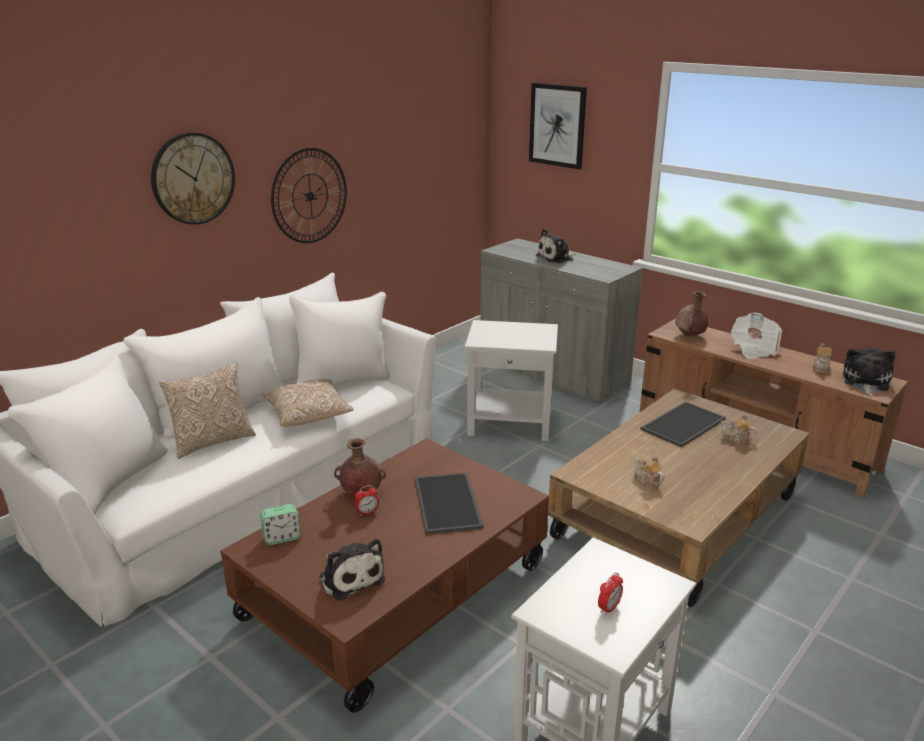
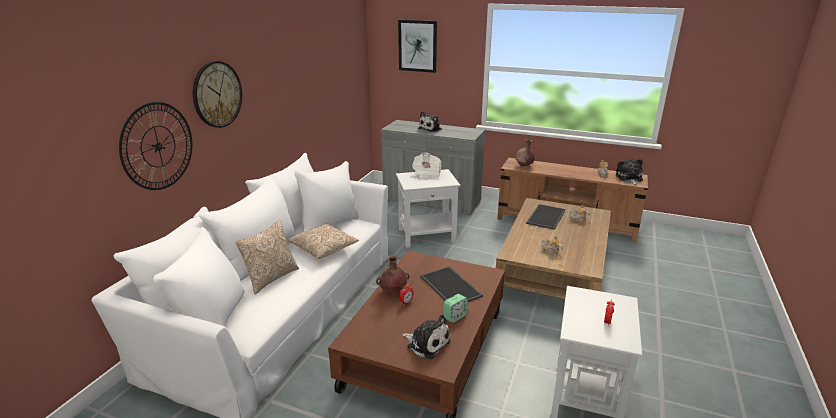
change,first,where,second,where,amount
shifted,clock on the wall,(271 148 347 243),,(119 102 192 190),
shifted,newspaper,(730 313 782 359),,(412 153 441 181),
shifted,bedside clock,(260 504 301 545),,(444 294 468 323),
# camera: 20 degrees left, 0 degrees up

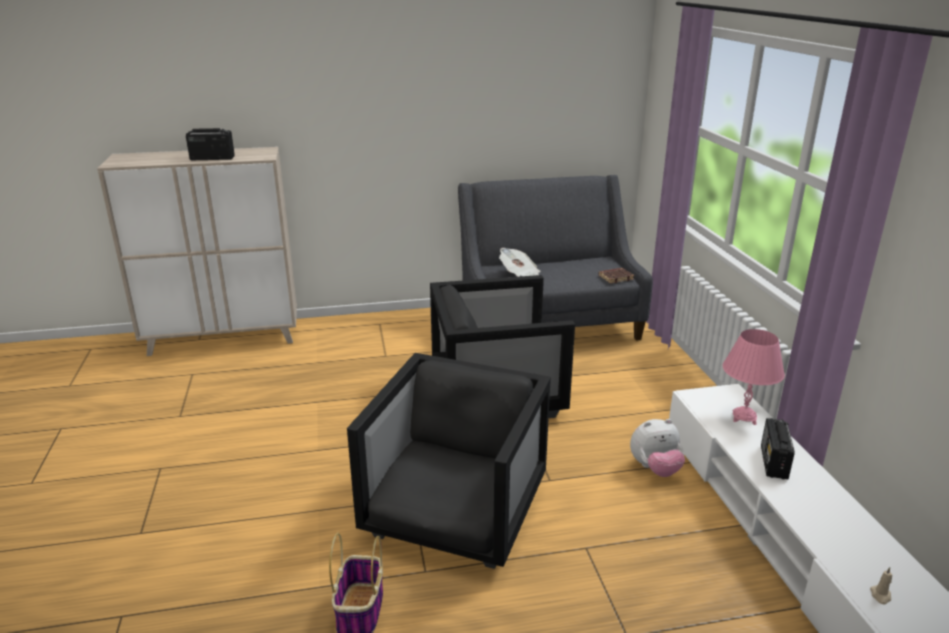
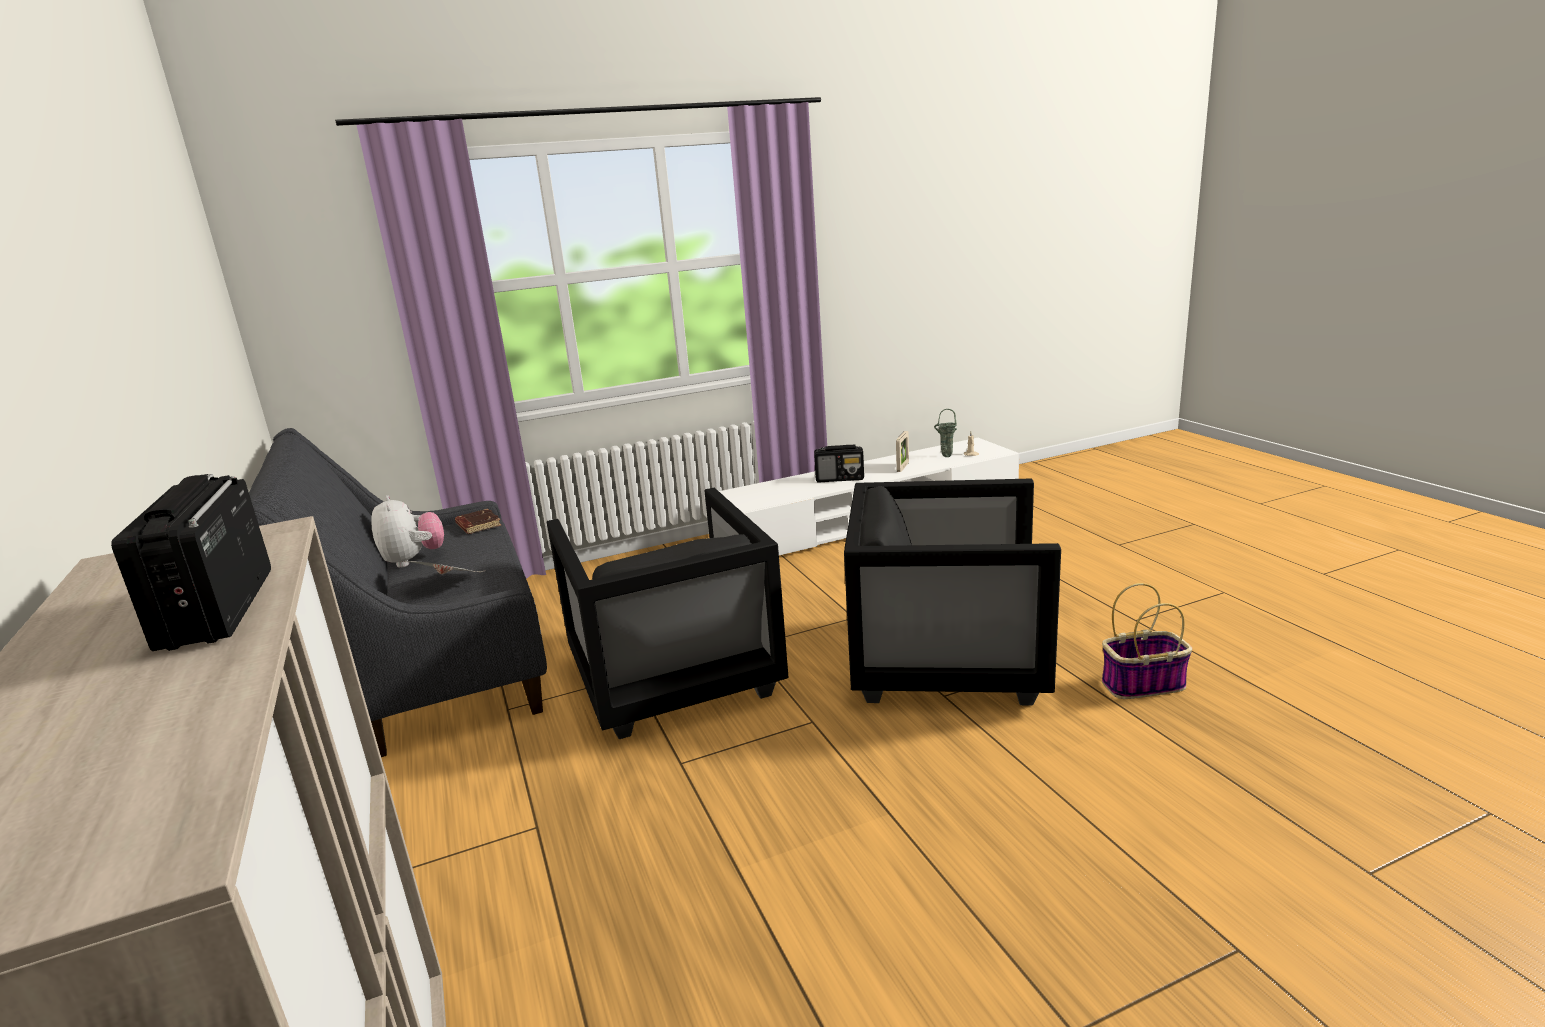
change,first,where,second,where,amount
shifted,cuddly toy,(630 419 685 477),,(372 495 444 568),
new,,,picture frame,(896 431 909 472),
new,,,green vase,(934 409 957 457),
gone,pink lamp for a table,(723 329 785 425),,,
# camera: 100 degrees left, 5 degrees down

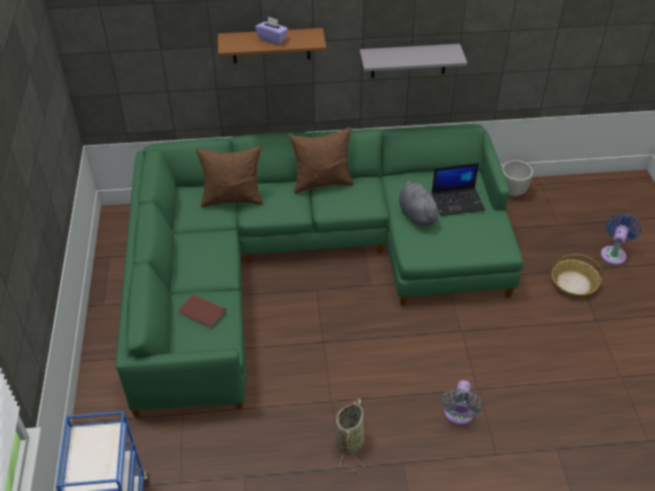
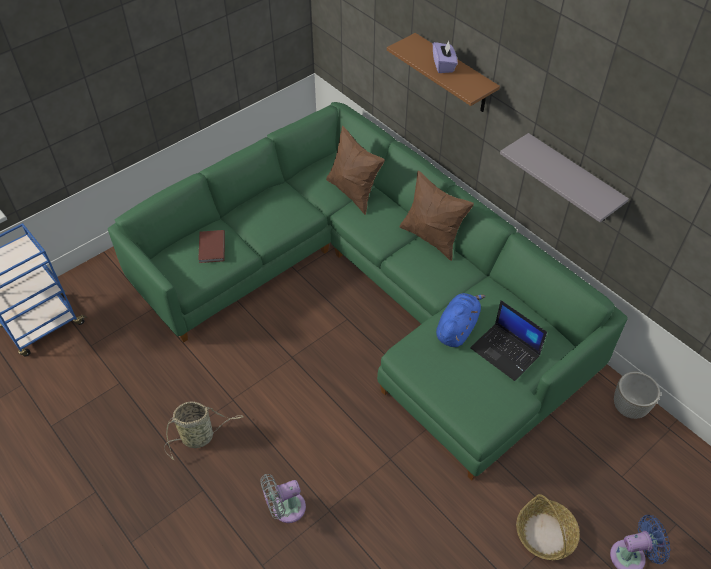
change,first,where,second,where,amount
repainted,grey cuddly toy,(399 181 442 227),blue-coloured cuddly toy,(436 293 485 347),
# camera: 55 degrees right, 5 degrees up

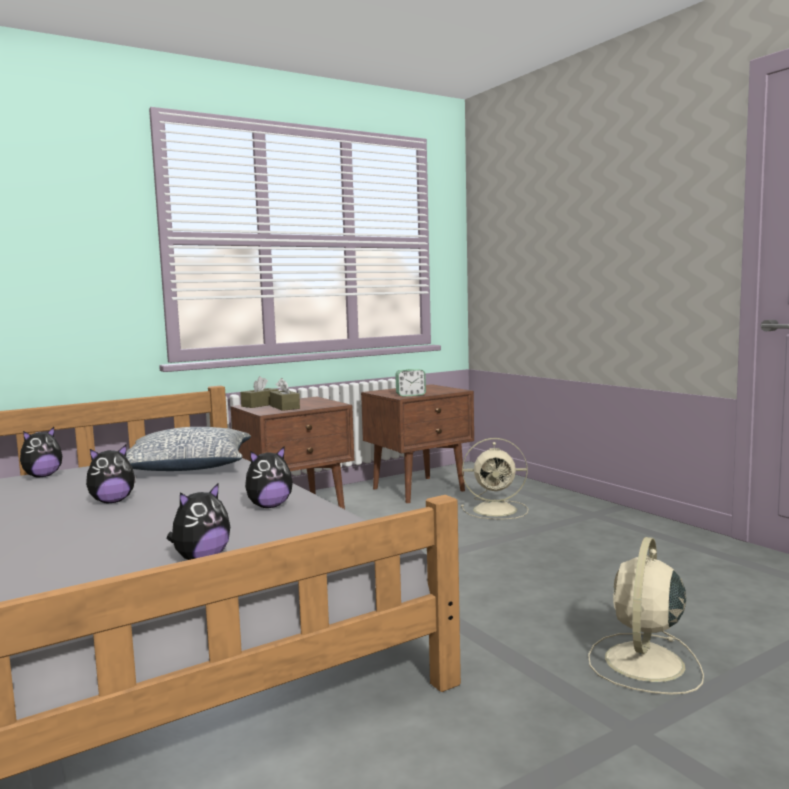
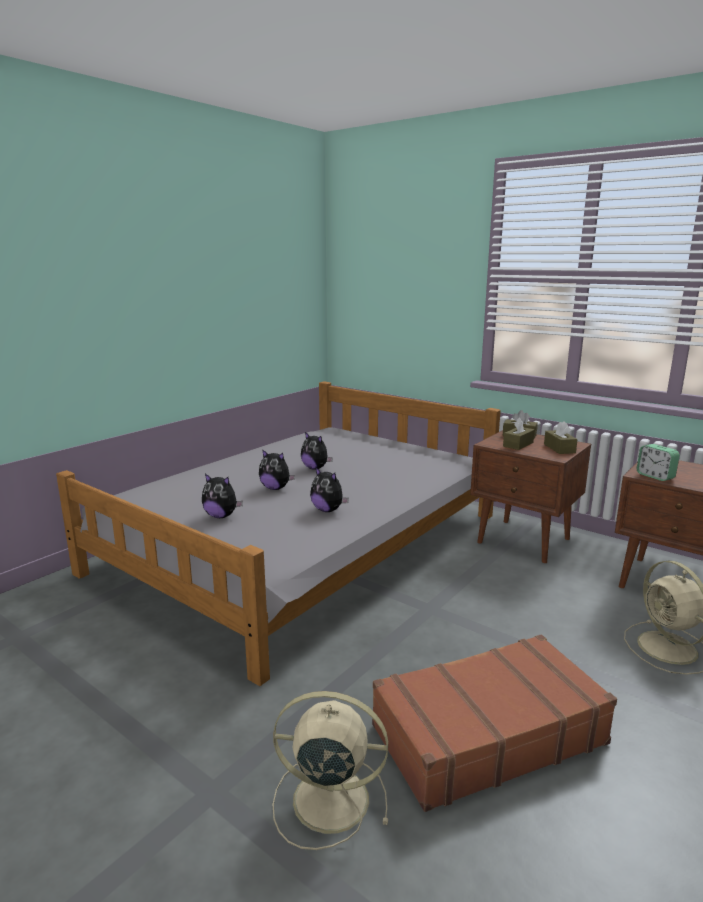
change,first,where,second,where,amount
shifted,cuddly toy,(20 427 62 477),,(259 449 295 490),
new,,,brown suitcase,(372 635 617 812),
new,,,brown tissue holder,(544 421 578 454),
gone,throw pillow,(126 427 251 471),,,
# camera: 70 degrees right, 10 degrees up

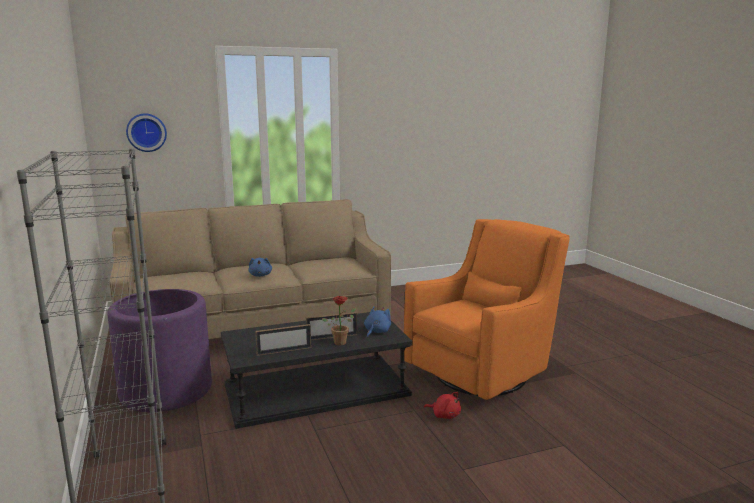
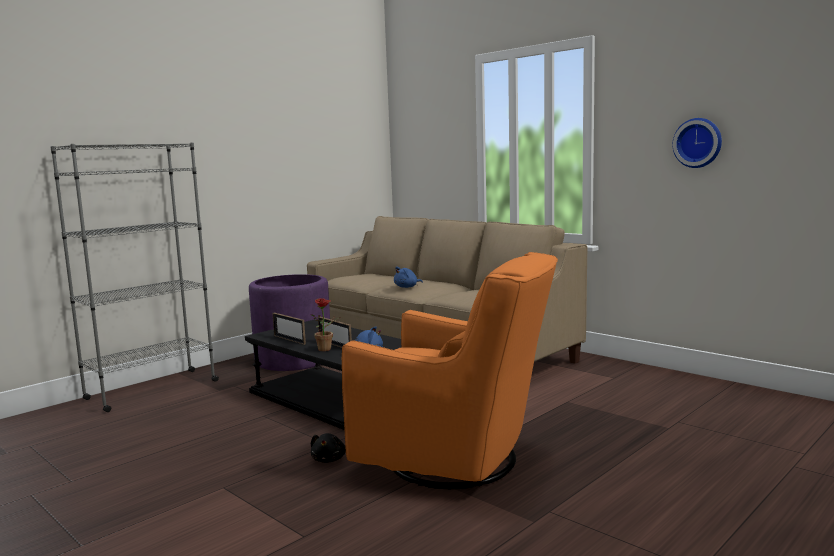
change,first,where,second,where,amount
repainted,reddish cuddly toy,(424 392 461 419),blackish cuddly toy,(311 433 346 463),
shifted,clock on the wall,(126 113 167 152),,(672 118 722 168),
# camera: 65 degrees right, 5 degrees down

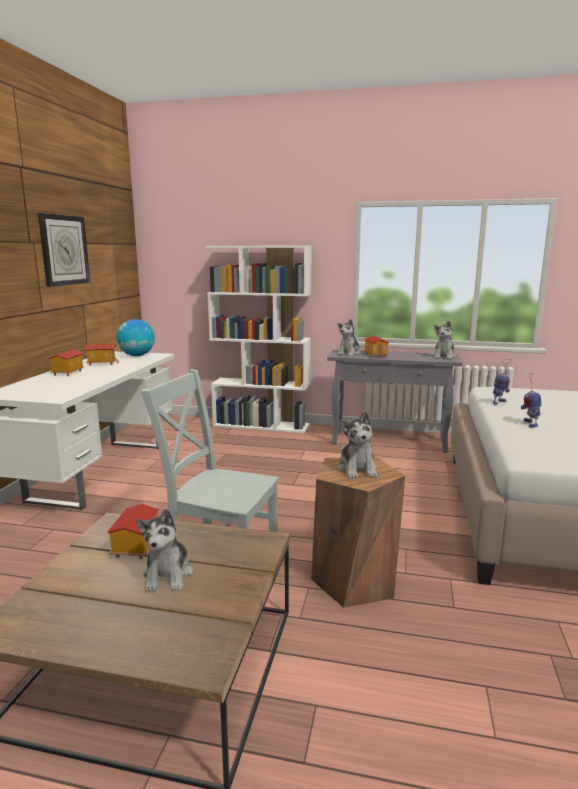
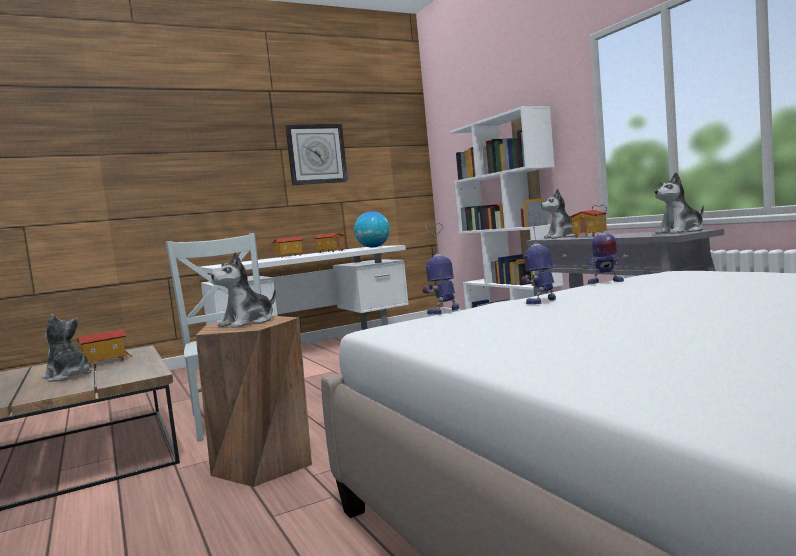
change,first,where,second,where,amount
rotated,cuddly toy,(136 509 193 592),,(43 314 92 382),75 degrees clockwise
new,,,robot figure,(423 223 459 314),
# camera: 50 degrees right, 10 degrees down

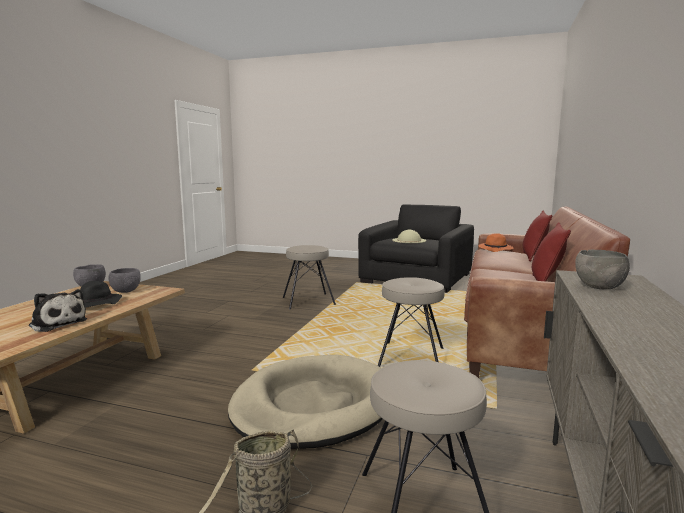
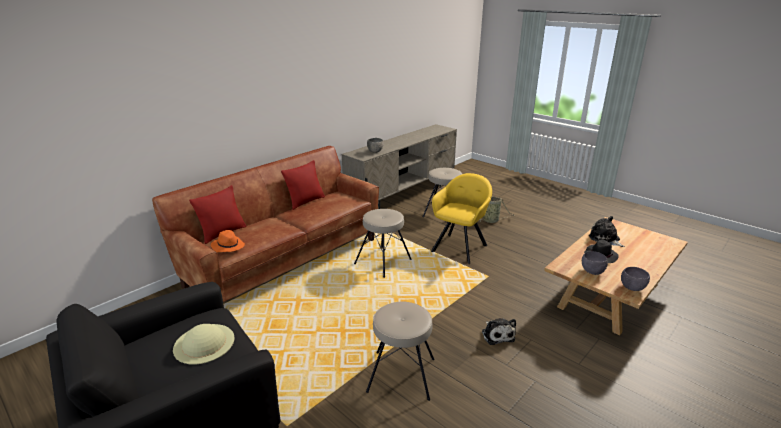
change,first,where,second,where,amount
swapped,sand-coloured dog cushion,(228 355 382 449),yellow easy chair,(431 173 492 264),
new,,,cuddly toy,(482 318 516 345),
# camera: 155 degrees left, 15 degrees up

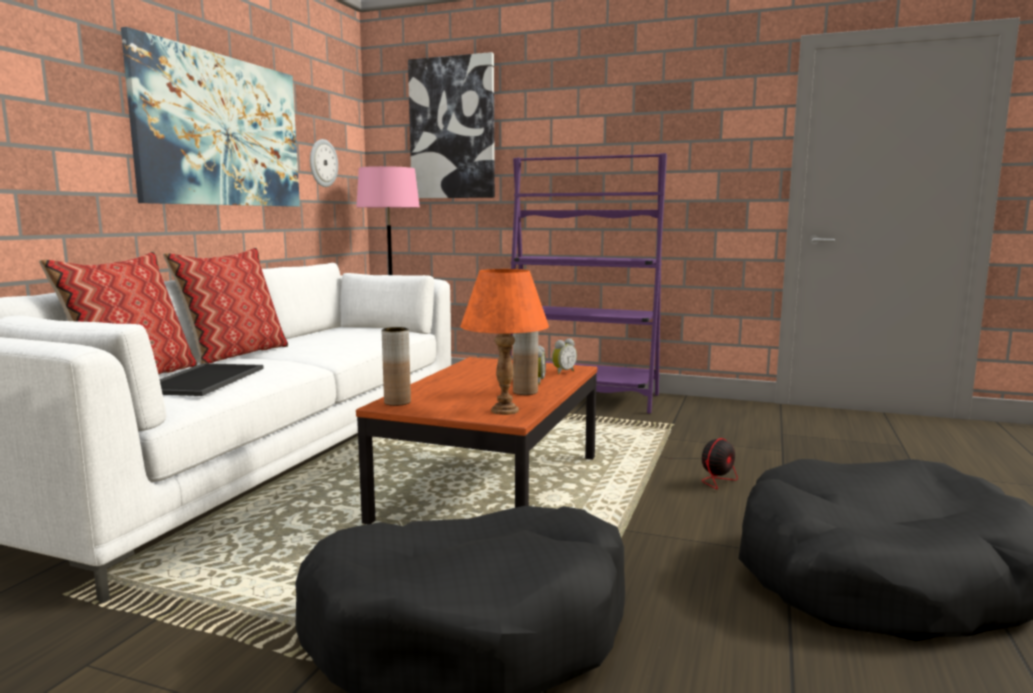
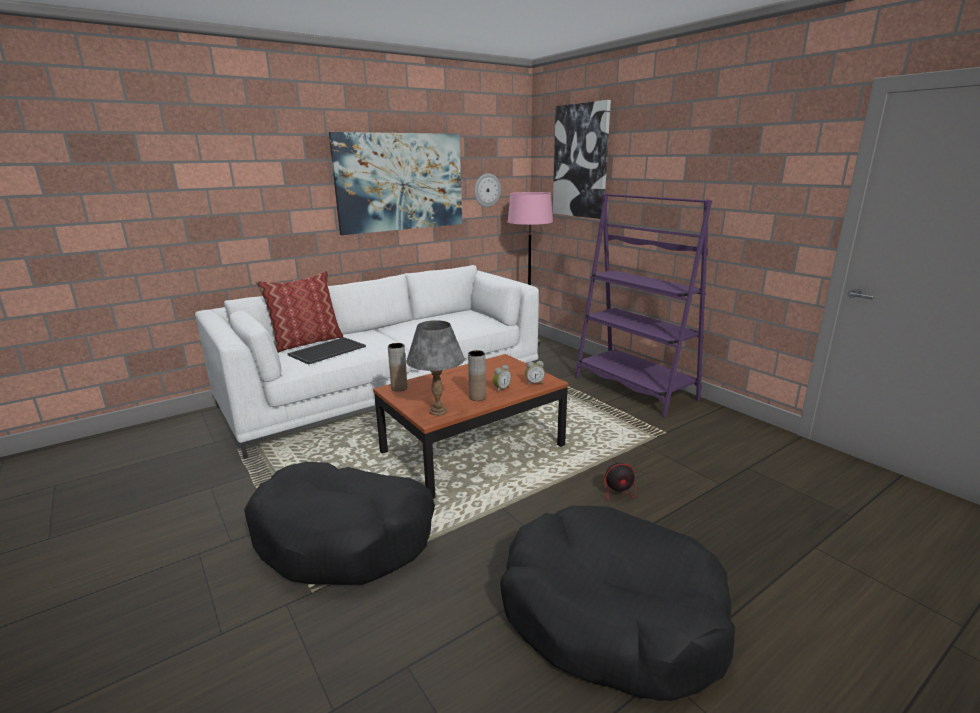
change,first,where,second,where,amount
repainted,orange-coloured lamp for a table,(460 269 549 415),grey lamp for a table,(406 320 465 416),
gone,throw pillow,(163 248 288 364),,,
# camera: 35 degrees right, 10 degrees up

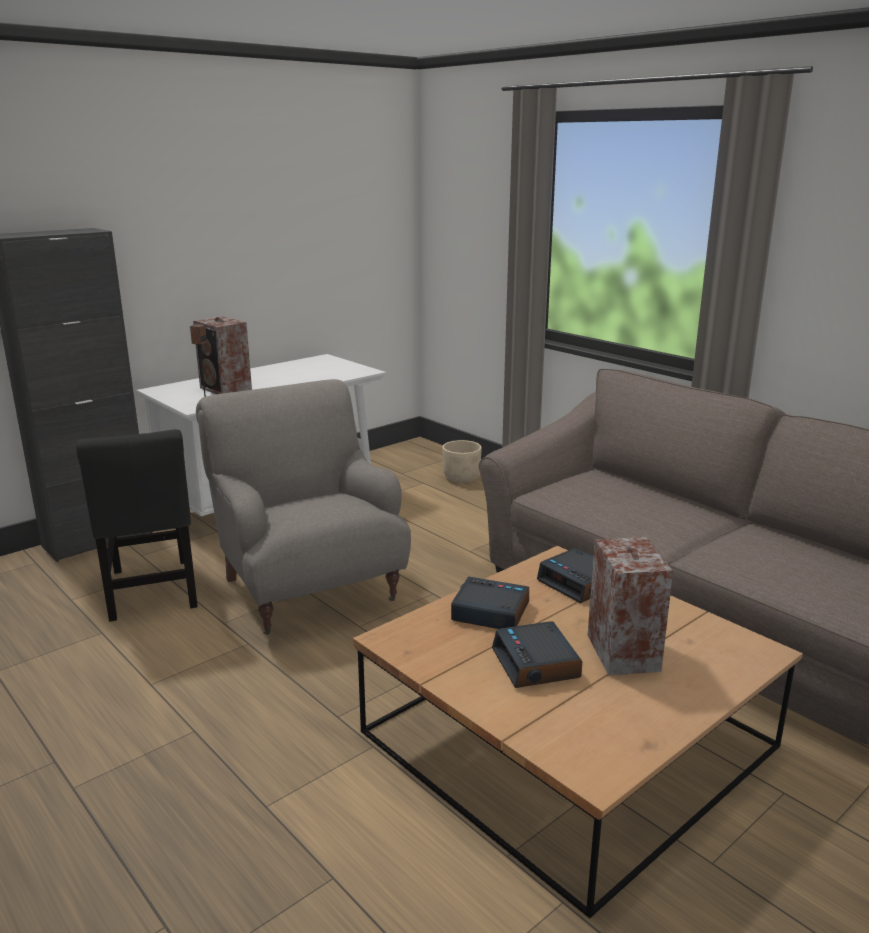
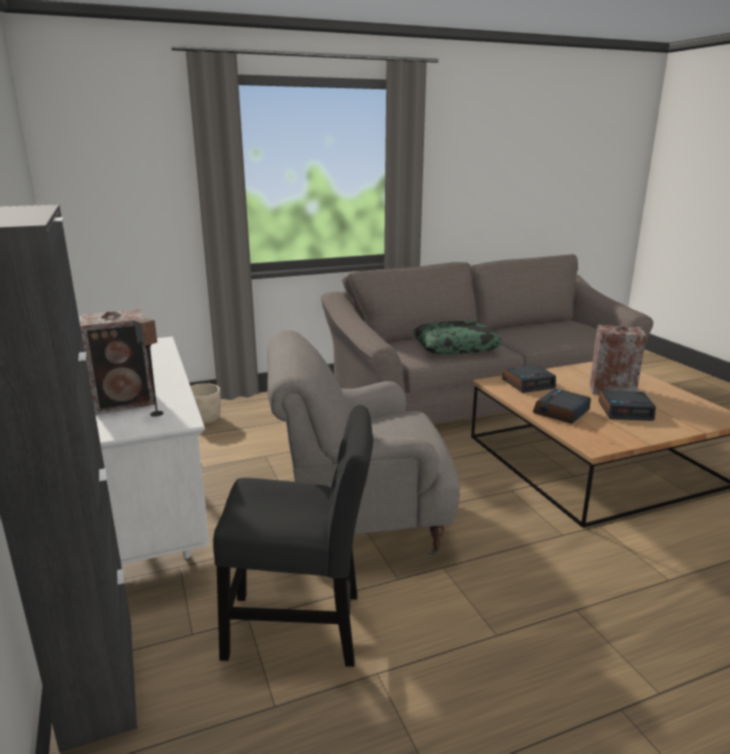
change,first,where,second,where,amount
new,,,throw pillow,(413 321 502 354),
# camera: 70 degrees left, 0 degrees up

